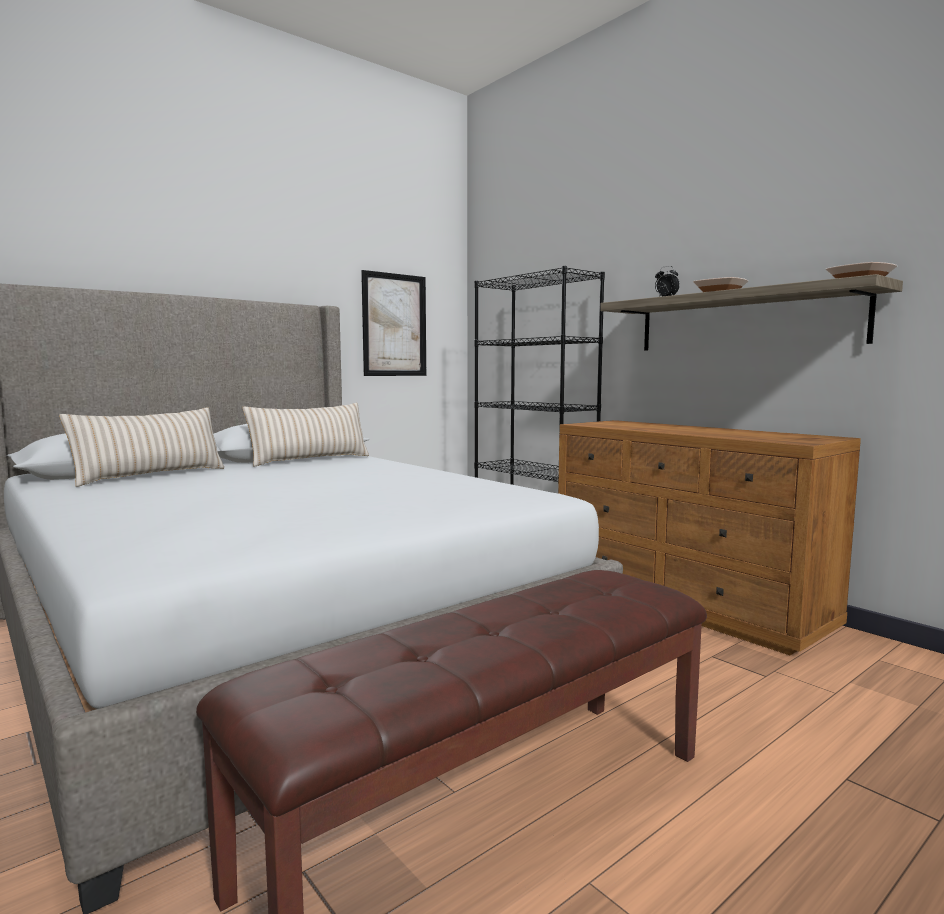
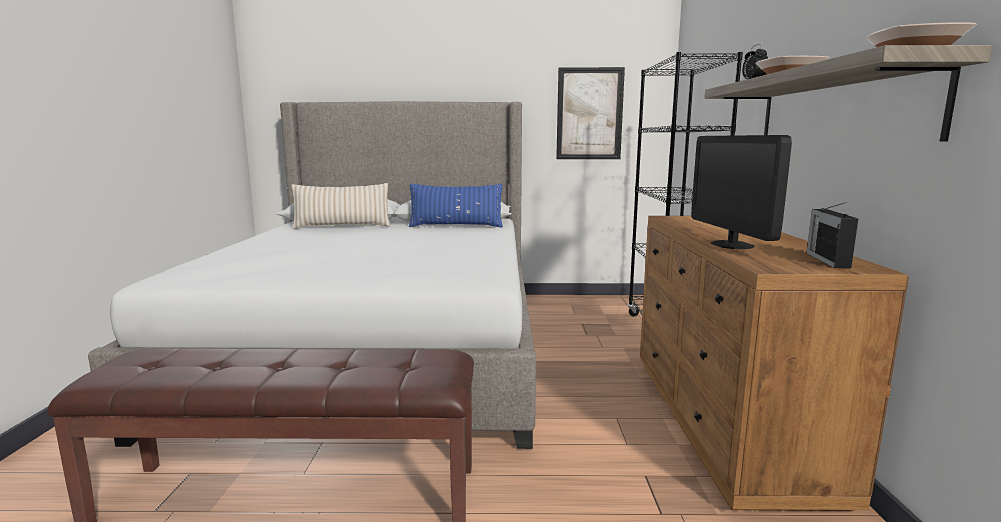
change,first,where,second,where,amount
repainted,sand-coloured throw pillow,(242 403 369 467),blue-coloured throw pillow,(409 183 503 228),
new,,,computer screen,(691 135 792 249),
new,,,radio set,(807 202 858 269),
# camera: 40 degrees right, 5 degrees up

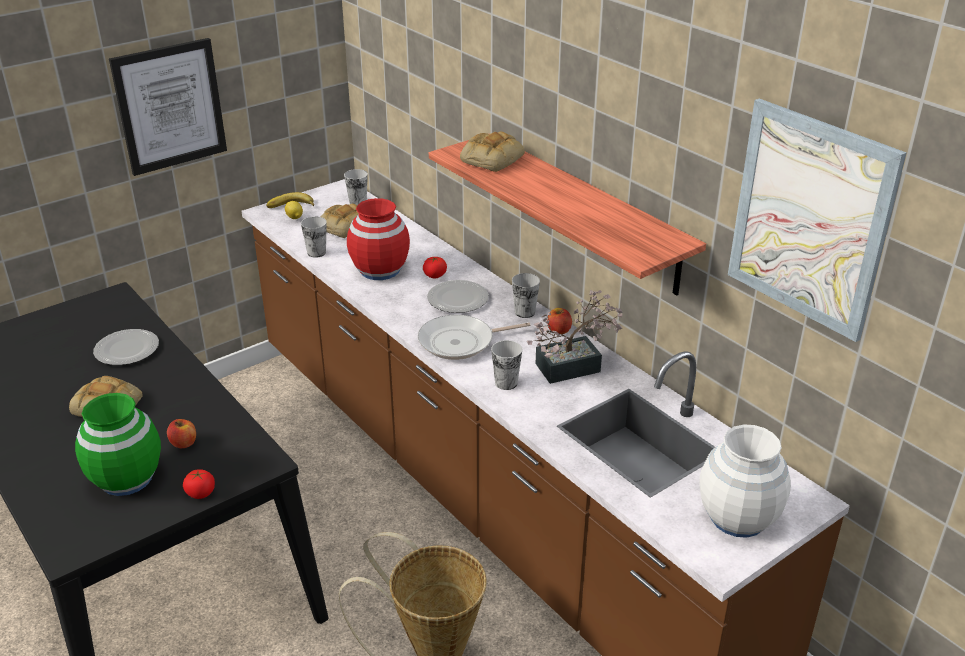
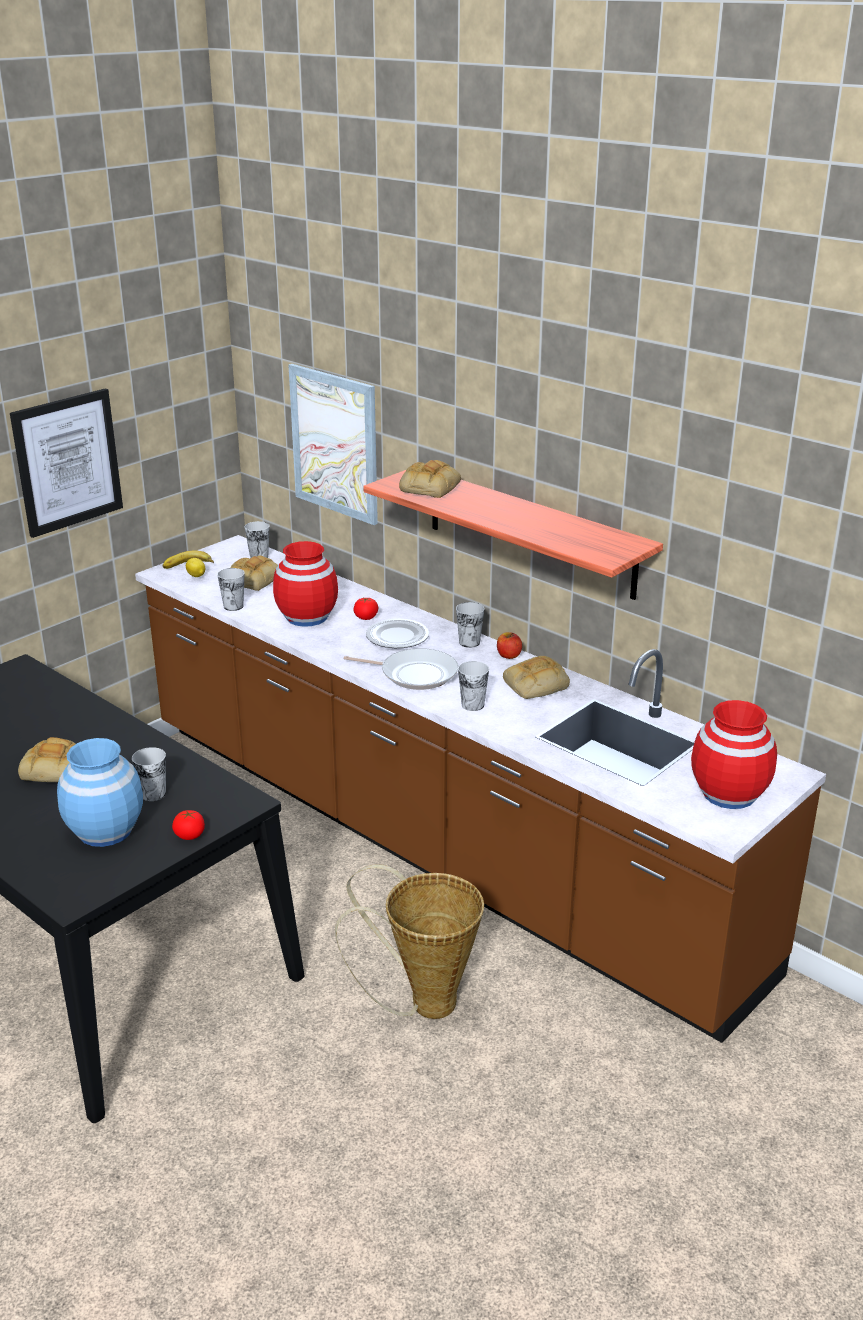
change,first,where,second,where,amount
repainted,green vase,(75 393 161 496),blue-coloured vase,(57 738 143 847),
swapped,whole apple,(167 419 196 448),small cup,(132 747 166 801),
shifted,wall picture,(728 98 906 342),,(288 364 378 525),
rotated,skillet,(418 315 531 360),,(343 648 458 690),135 degrees counterclockwise
swapped,plant in a pot,(527 290 622 384),baked bread,(503 656 570 699),
repainted,white-coloured vase,(699 425 791 538),reddish vase,(691 700 777 809),
gone,dinner plate,(93 329 159 365),,,
# camera: 10 degrees left, 5 degrees down

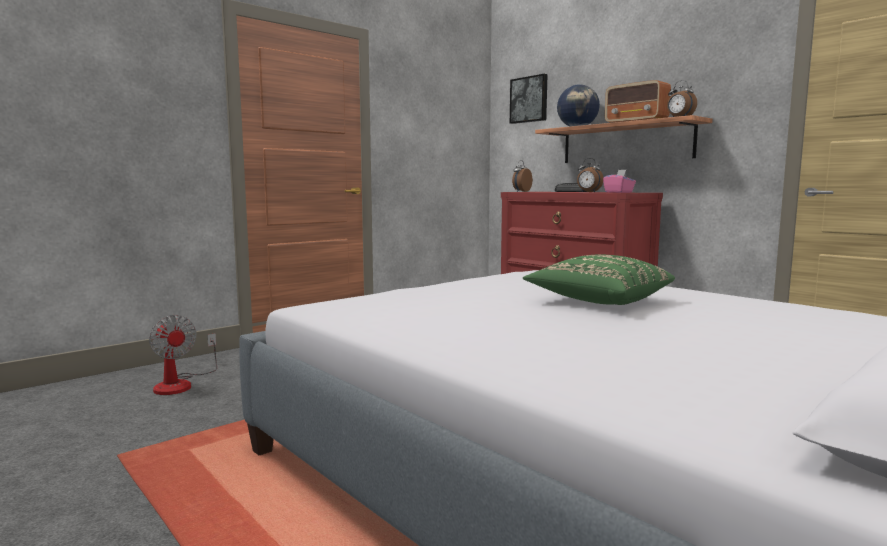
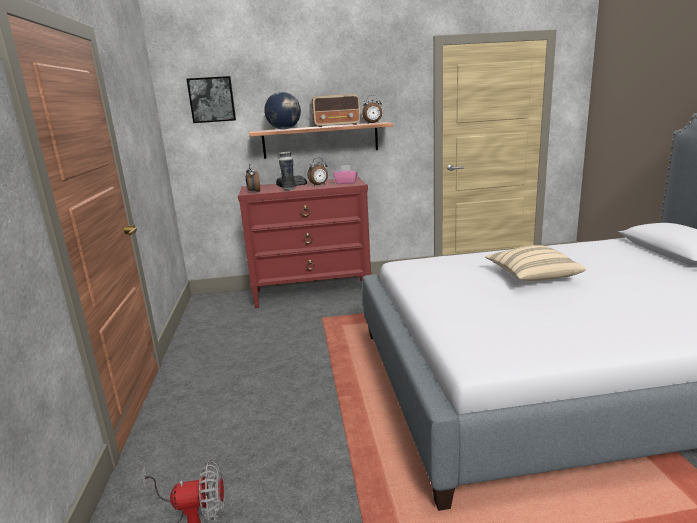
change,first,where,second,where,amount
new,,,vase,(279 152 296 191),
repainted,green throw pillow,(523 255 675 305),sand-coloured throw pillow,(485 245 586 281),
# camera: 55 degrees left, 10 degrees up

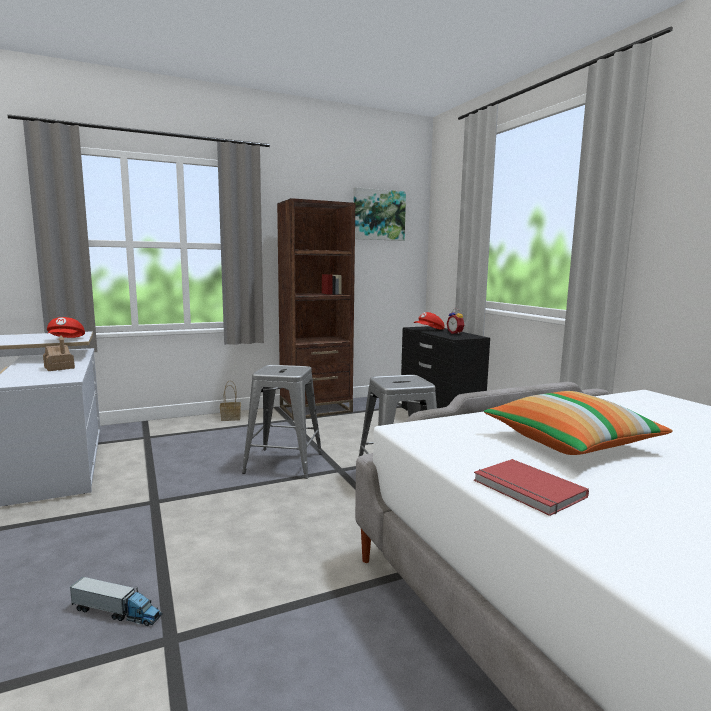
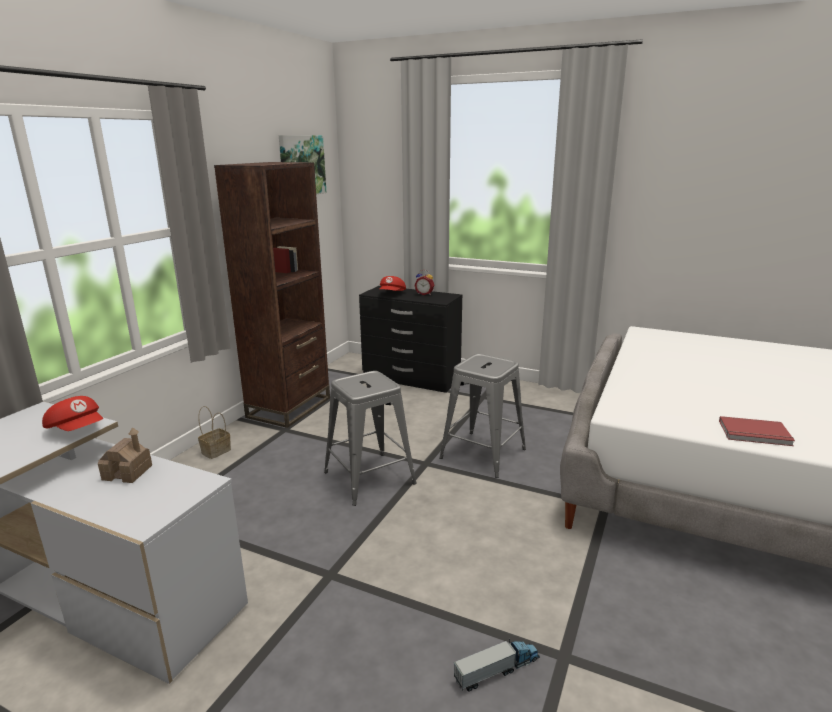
change,first,where,second,where,amount
gone,throw pillow,(484 391 673 455),,,
# camera: 40 degrees left, 10 degrees up

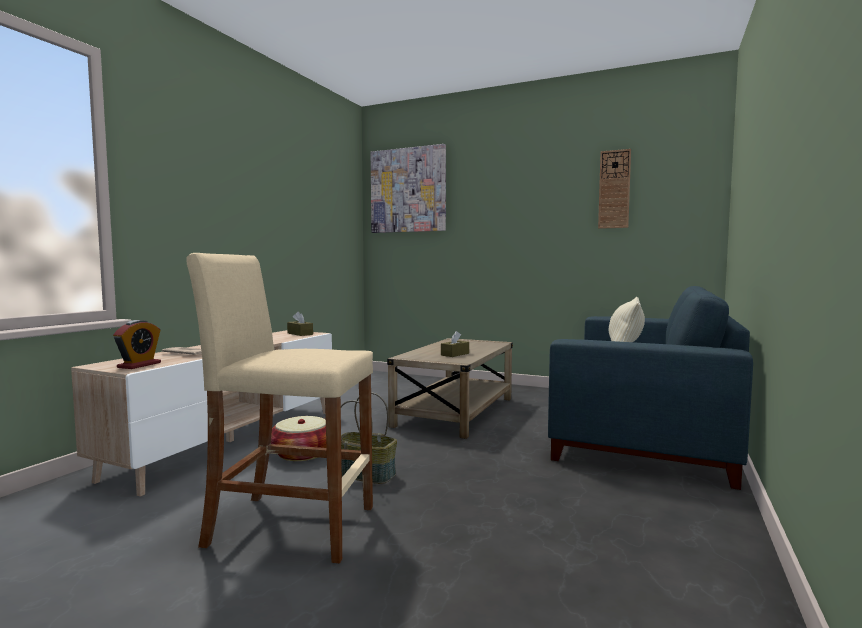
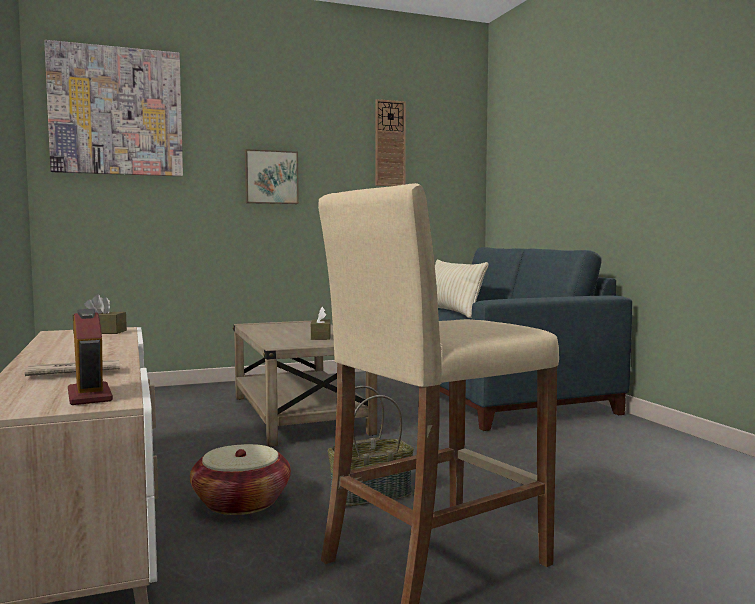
change,first,where,second,where,amount
new,,,wall picture,(245 149 299 204),
# camera: 45 degrees left, 0 degrees up

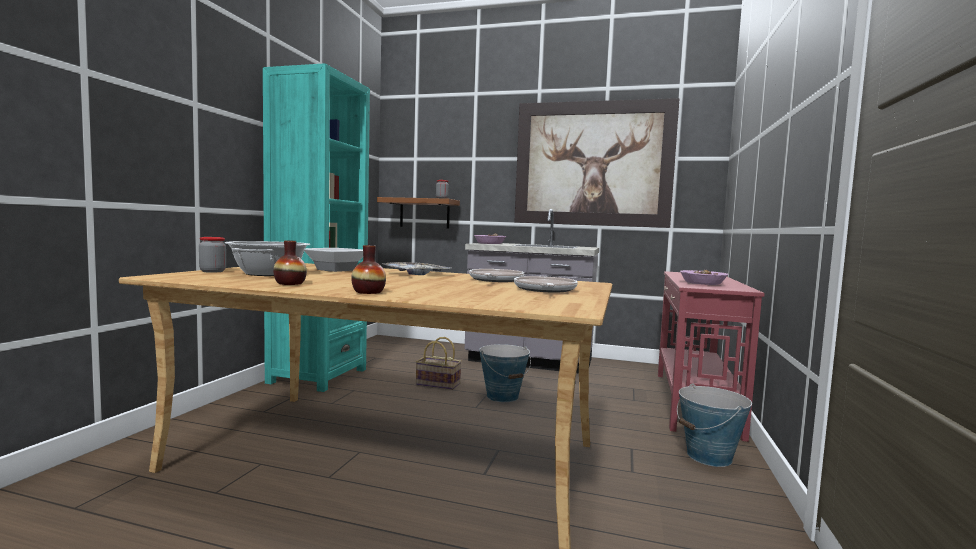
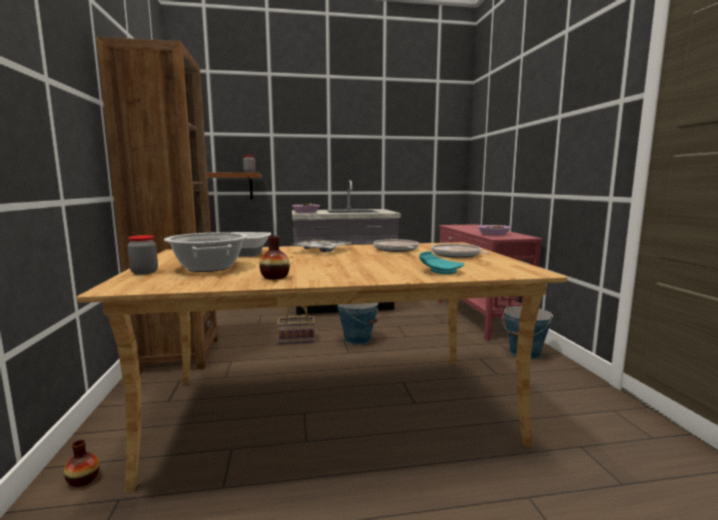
change,first,where,second,where,amount
shifted,vase,(351 245 386 294),,(64 440 100 487),
repainted,turquoise-coloured shelving unit,(263 63 370 392),brown shelving unit,(96 37 218 373),
new,,,turquoise-coloured dinner plate,(419 251 464 274),
gone,wall picture,(515 98 680 228),,,
# camera: 25 degrees left, 5 degrees up

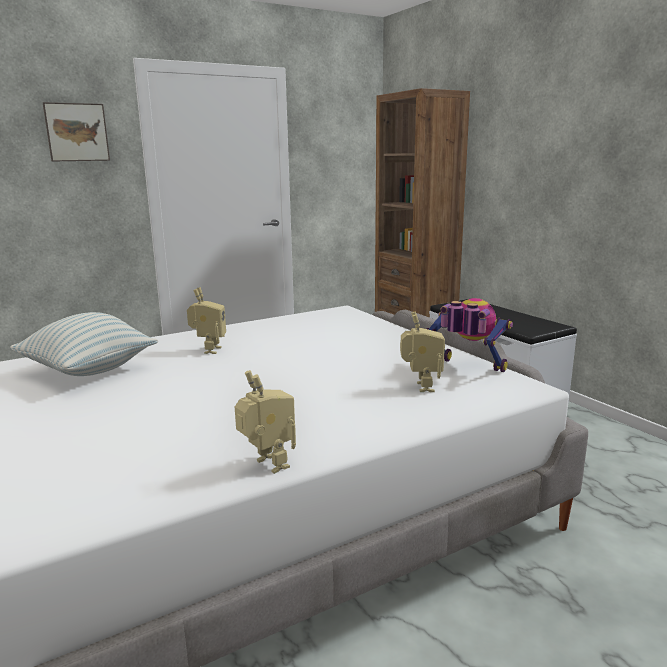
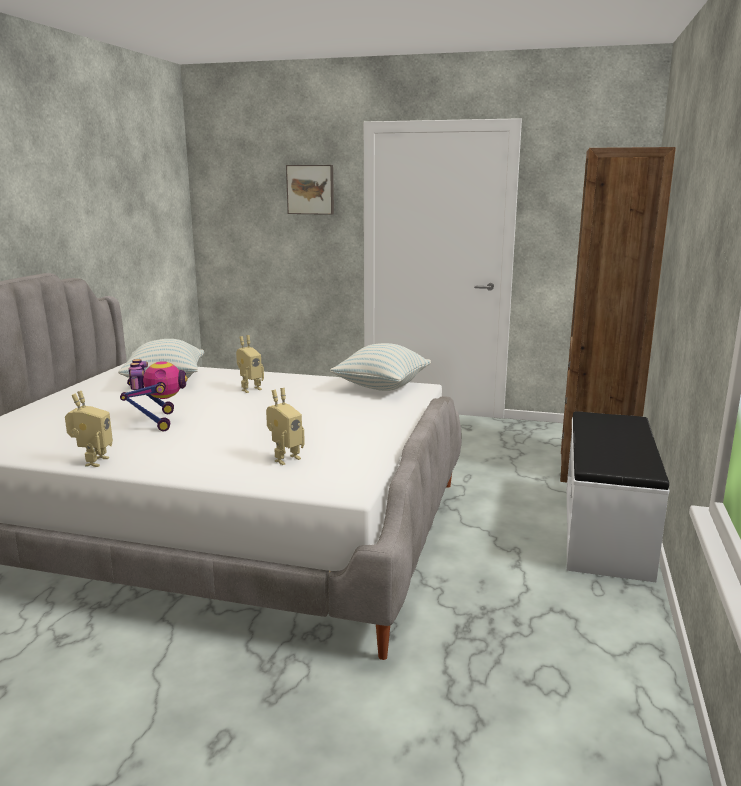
change,first,where,second,where,amount
shifted,robot figure,(427 298 513 372),,(120 359 188 431),
new,,,throw pillow,(330 343 431 391),
# camera: 45 degrees right, 0 degrees up

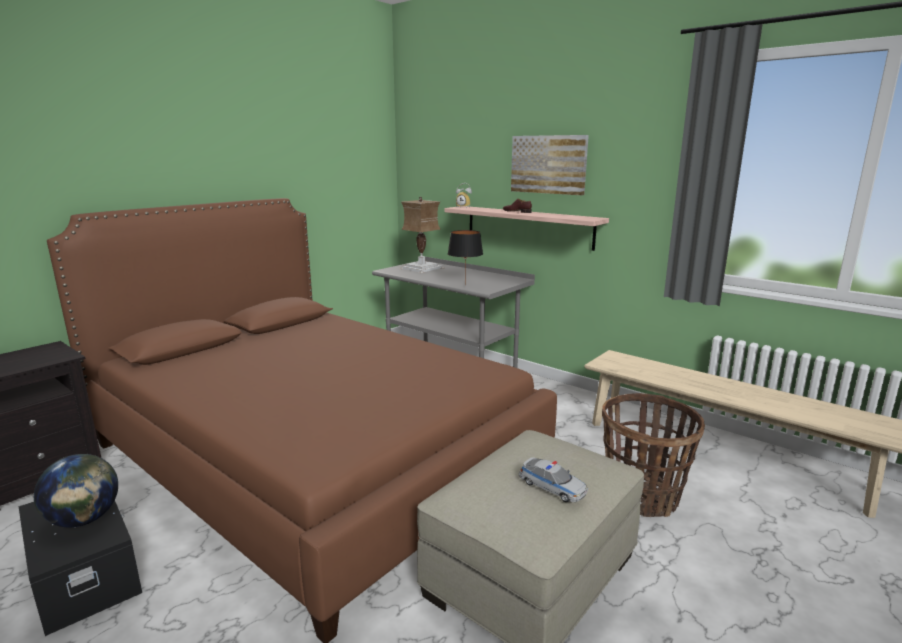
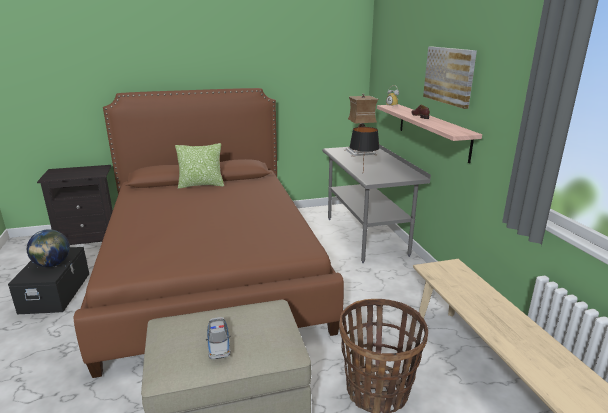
change,first,where,second,where,amount
new,,,throw pillow,(175 143 224 189),
# camera: 35 degrees right, 5 degrees up

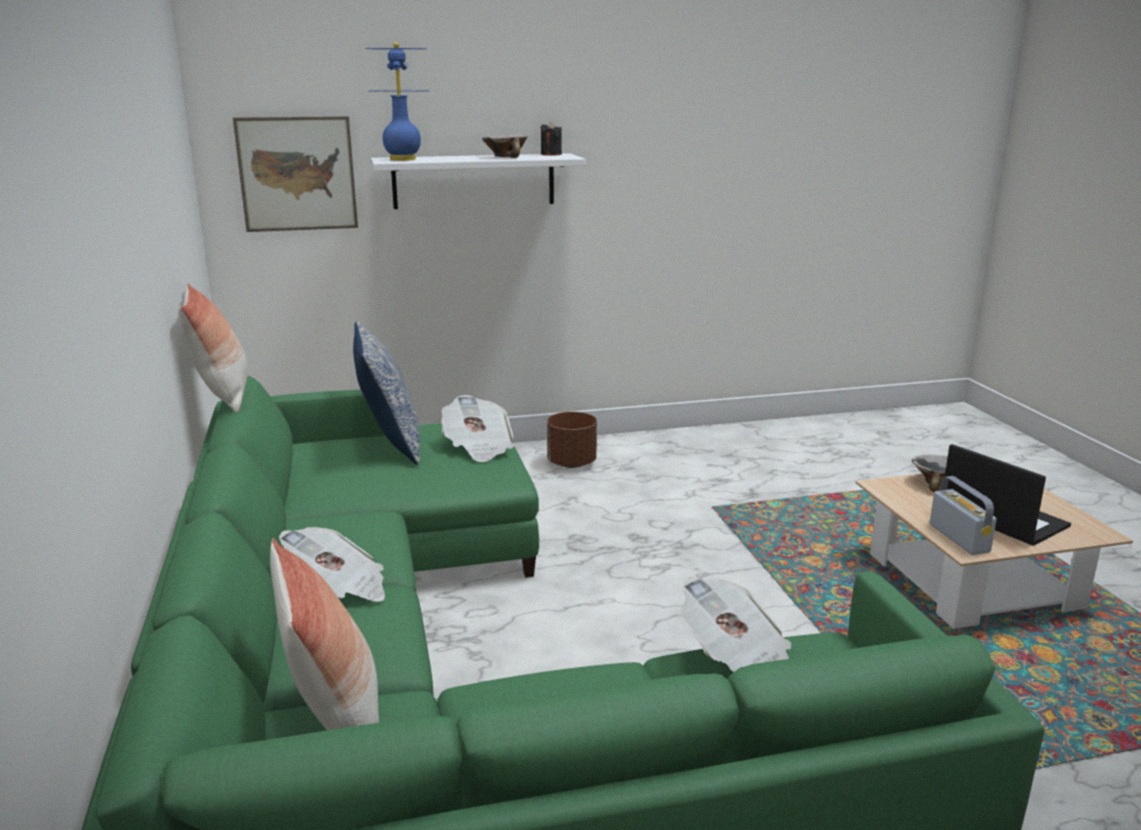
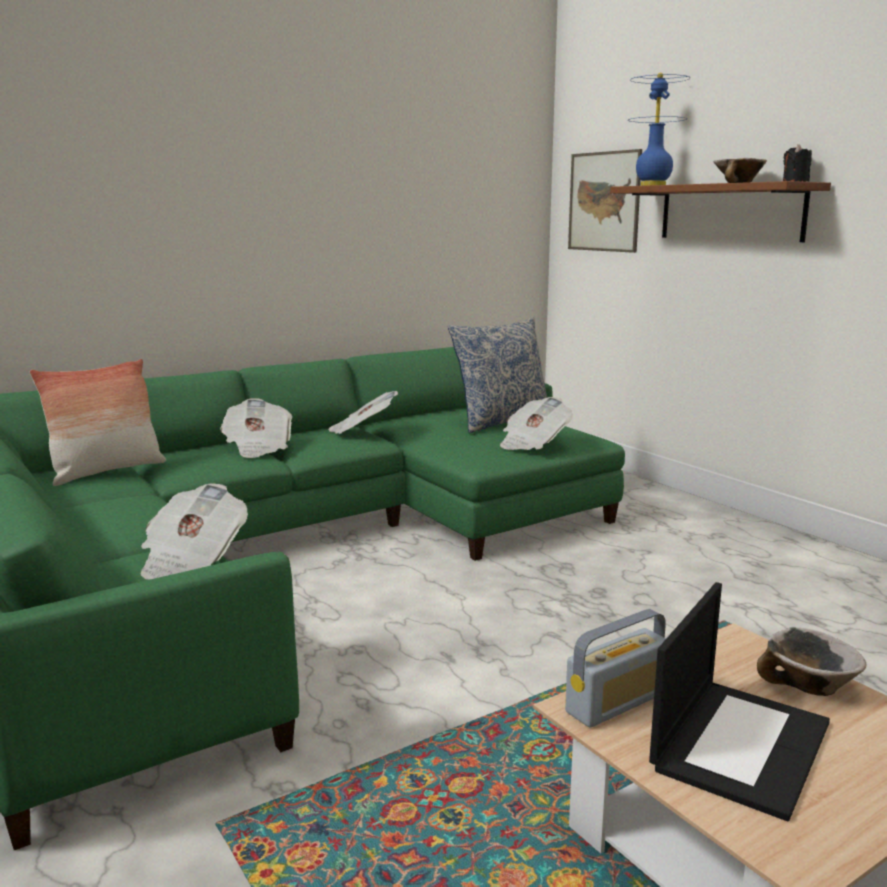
change,first,where,second,where,amount
new,,,newspaper,(328 391 398 434),
repainted,white-coloured wall shelf,(371 153 586 209),brown wall shelf,(610 181 831 242),
gone,throw pillow,(179 283 248 413),,,
gone,brown flower pot,(547 412 597 468),,,
# camera: 70 degrees right, 5 degrees down

